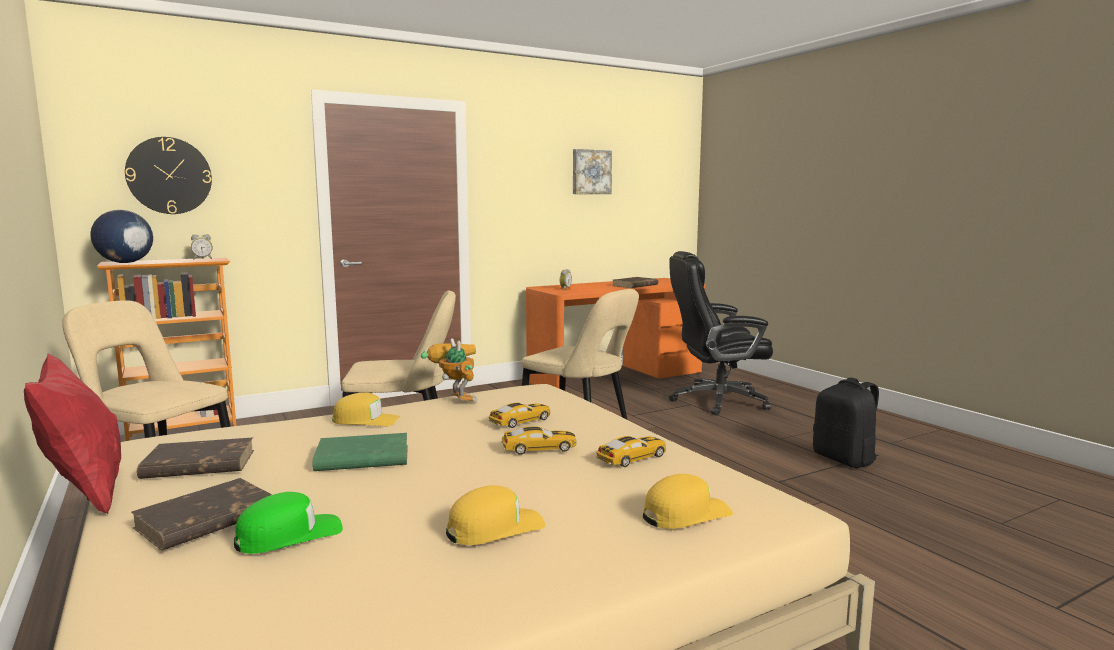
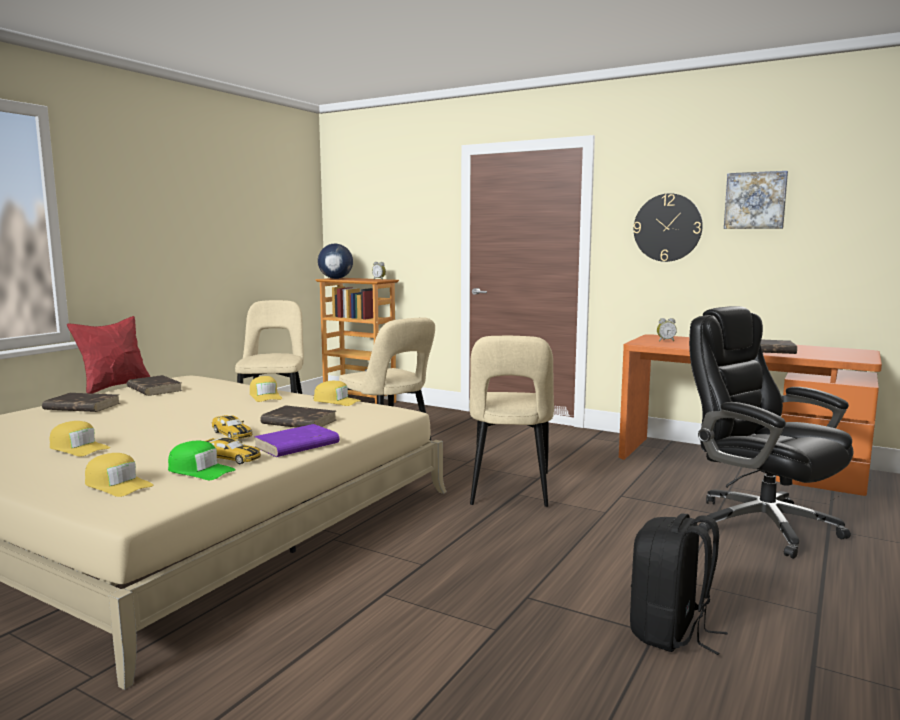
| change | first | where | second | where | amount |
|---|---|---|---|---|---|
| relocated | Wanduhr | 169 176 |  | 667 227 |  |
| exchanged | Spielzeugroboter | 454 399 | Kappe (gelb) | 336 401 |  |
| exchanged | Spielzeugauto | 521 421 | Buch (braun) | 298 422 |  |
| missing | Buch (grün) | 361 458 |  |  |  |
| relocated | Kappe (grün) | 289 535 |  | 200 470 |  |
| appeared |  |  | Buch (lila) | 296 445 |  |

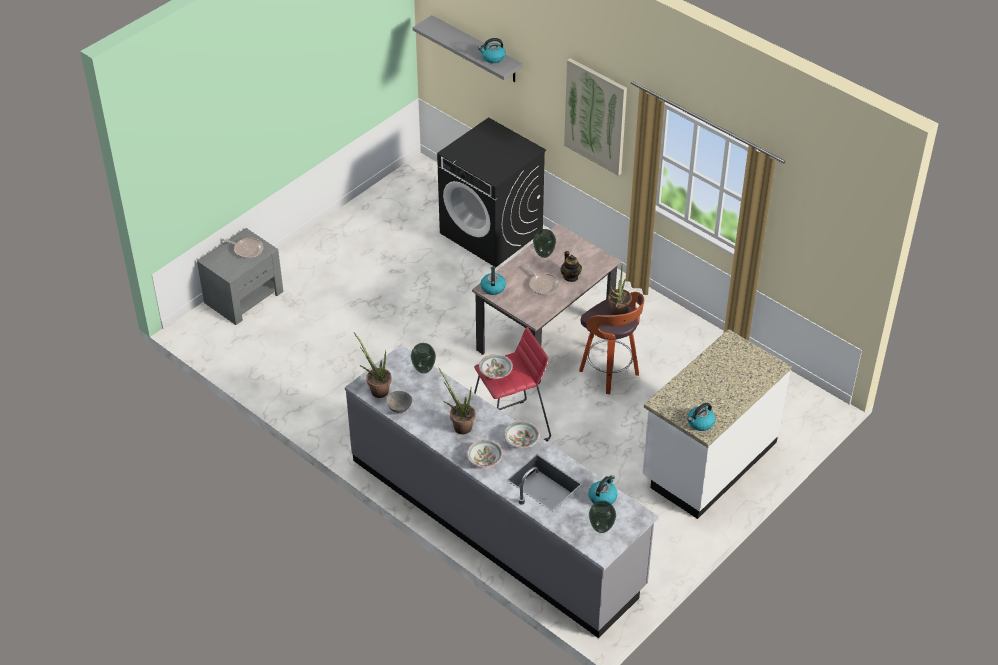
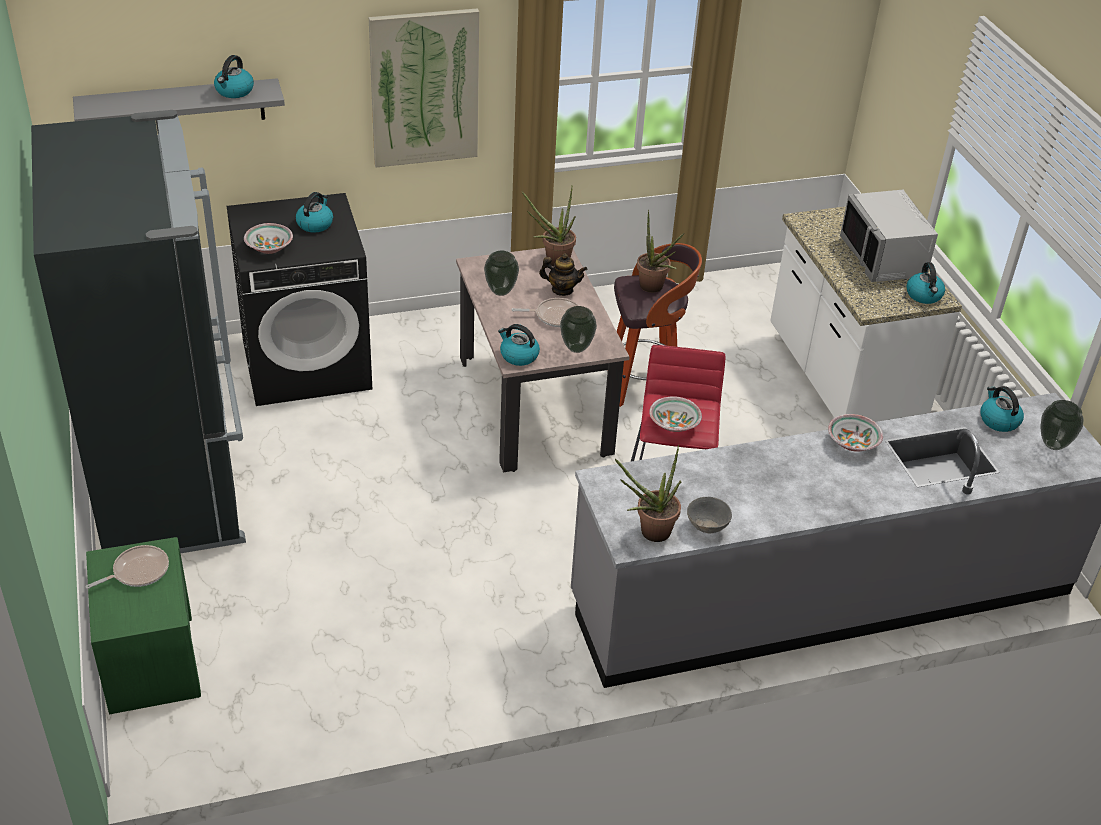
| change | first | where | second | where | amount |
|---|---|---|---|---|---|
| colour | Nachttisch (grau) | 244 296 | Nachttisch (grün) | 151 658 |  |
| relocated | Vase | 423 369 |  | 576 348 |  |
| relocated | Topfpflanze | 459 425 |  | 552 261 |  |
| relocated | Schüssel | 484 459 |  | 269 247 |  |
| appeared |  |  | Kühlschrank (schwarz) | 172 483 |  |
| appeared |  |  | Mikrowelle (grau) | 884 258 |  |
| appeared |  |  | Wasserkessel | 315 224 |  |

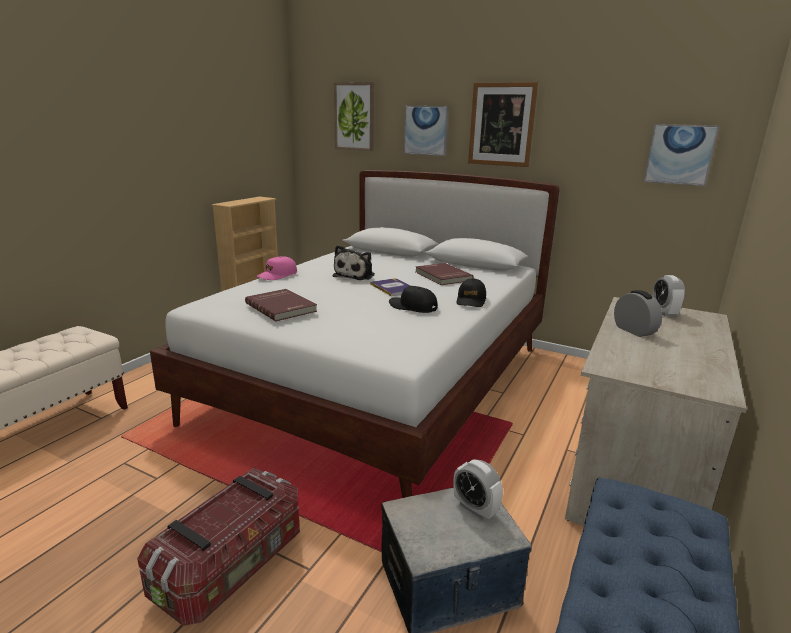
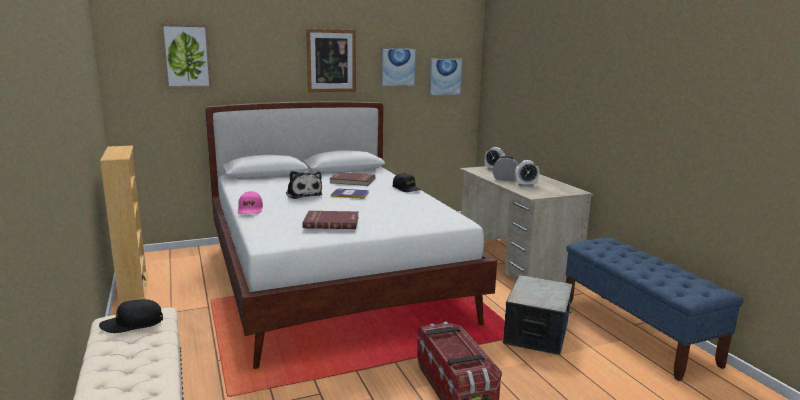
| change | first | where | second | where | amount |
|---|---|---|---|---|---|
| relocated | Bild | 426 130 |  | 398 67 |  |
| relocated | Kappe (schwarz) | 413 307 |  | 132 324 |  |
| relocated | Wecker | 475 508 |  | 525 185 |  |

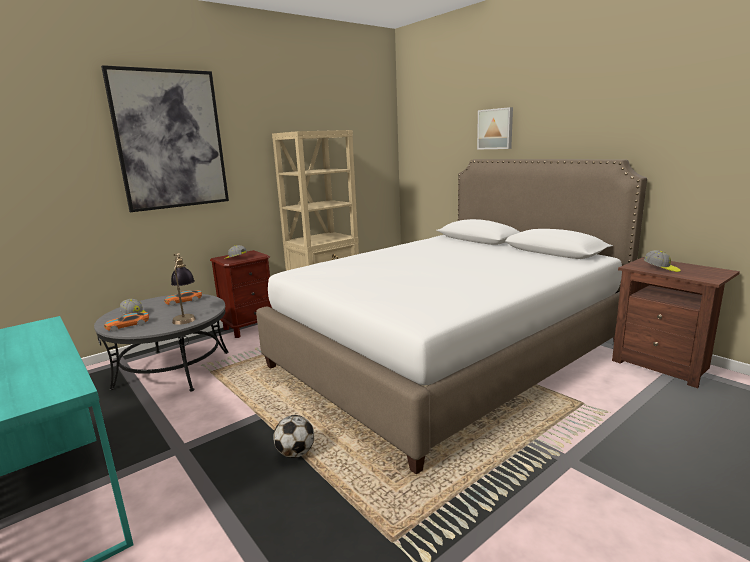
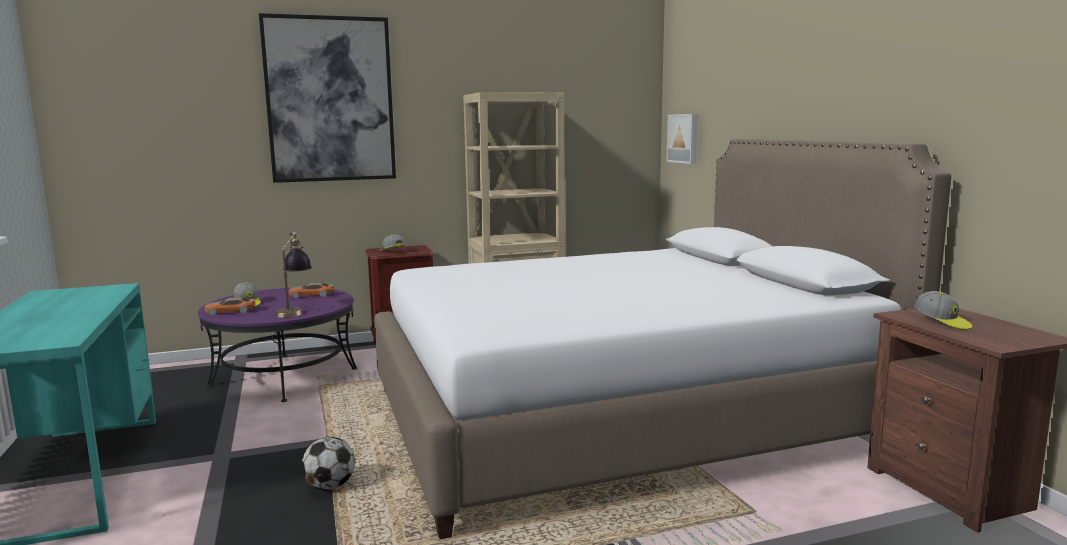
| change | first | where | second | where | amount |
|---|---|---|---|---|---|
| relocated | Bild | 495 129 |  | 684 138 |  |
| colour | Couchtisch (grau) | 173 369 | Couchtisch (lila) | 284 376 |  |

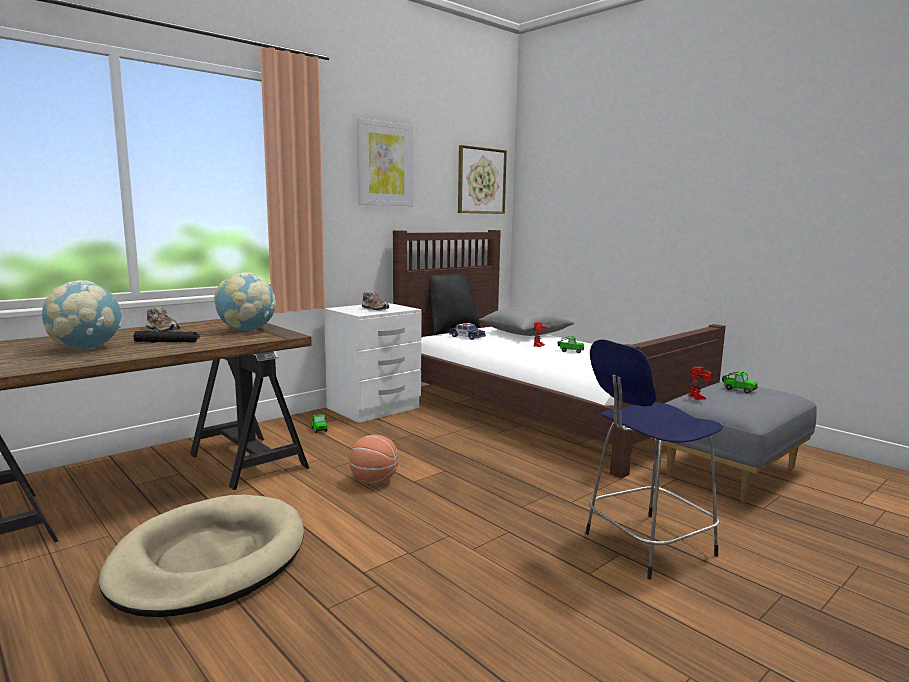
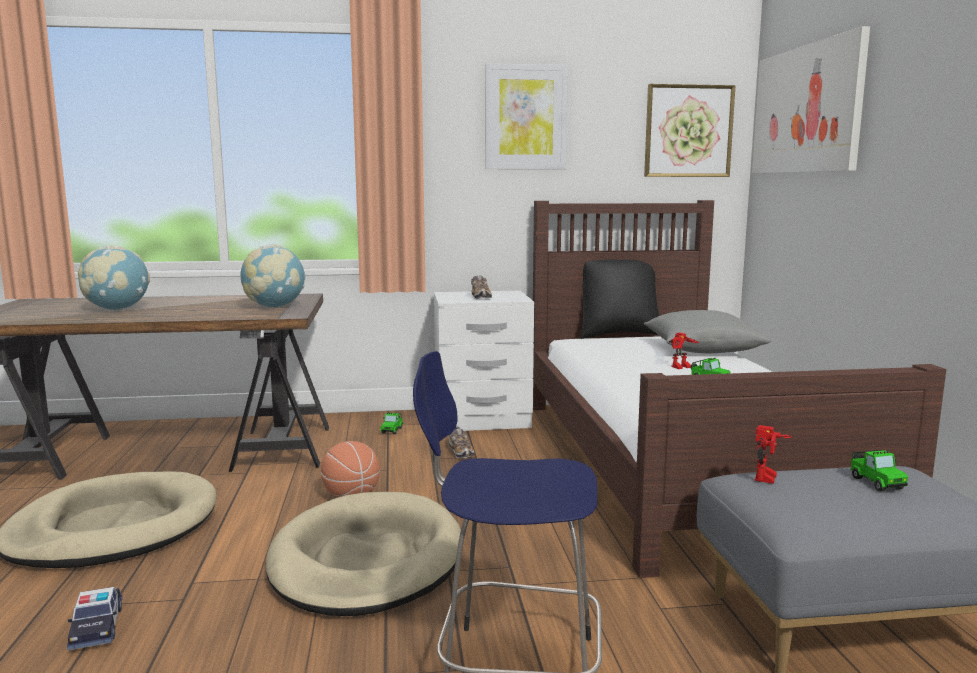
| change | first | where | second | where | amount |
|---|---|---|---|---|---|
| relocated | Schuh | 163 331 |  | 461 452 |  |
| relocated | Spielzeugauto | 467 337 |  | 97 627 |  |
| missing | Taschenlampe (schwarz) | 167 342 |  |  |  |
| appeared |  |  | Bild | 806 109 |  |
| appeared |  |  | Hundebett (beige) | 367 560 |  |

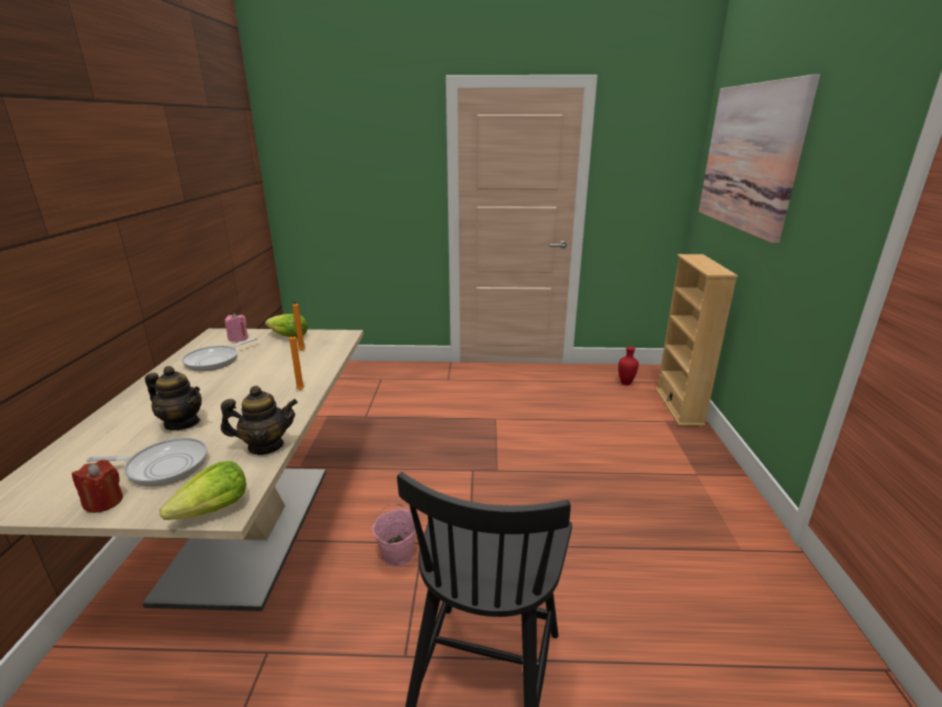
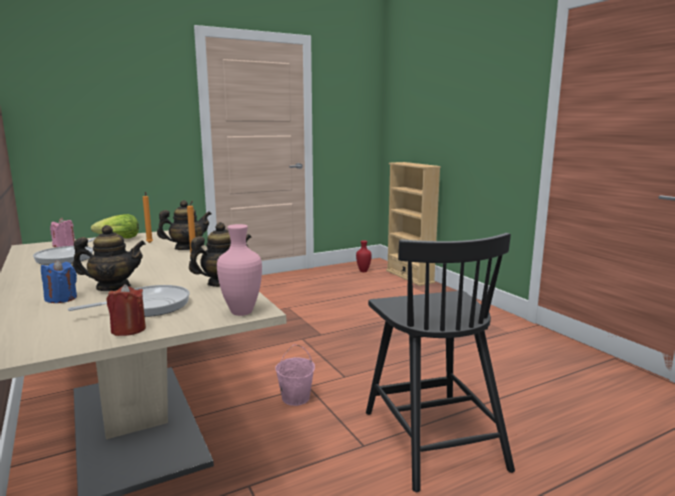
| change | first | where | second | where | amount |
|---|---|---|---|---|---|
| missing | Bild | 750 157 |  |  |  |
| exchanged | Salatkopf | 213 510 | Vase (rosa) | 243 312 |  |
| appeared |  |  | Teekanne | 186 248 |  |
| appeared |  |  | Kerze (blau) | 61 298 |  |

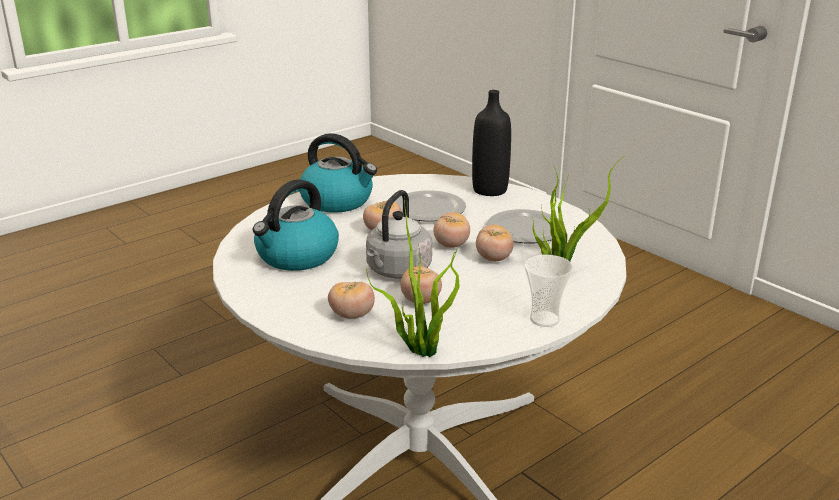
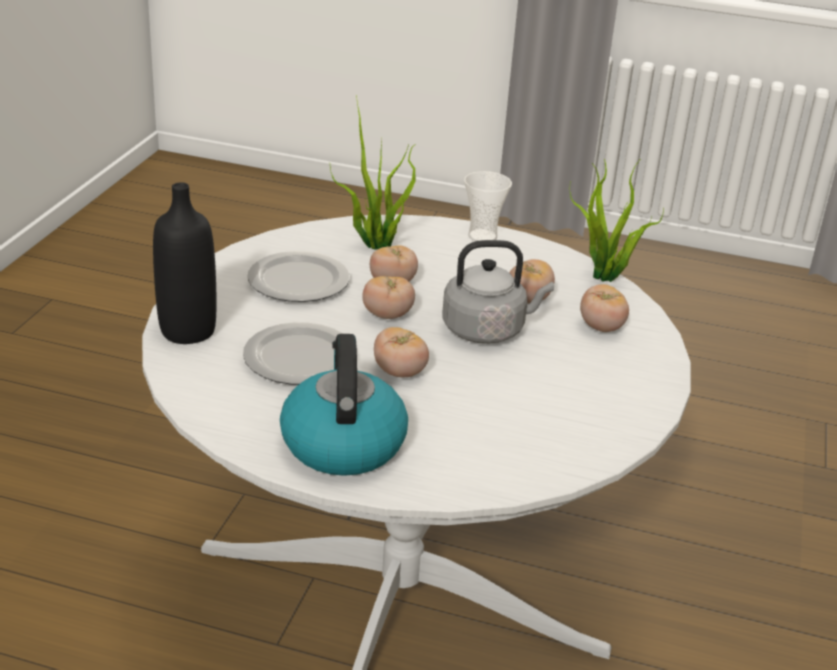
| change | first | where | second | where | amount |
|---|---|---|---|---|---|
| missing | Wasserkessel | 296 256 |  |  |  |

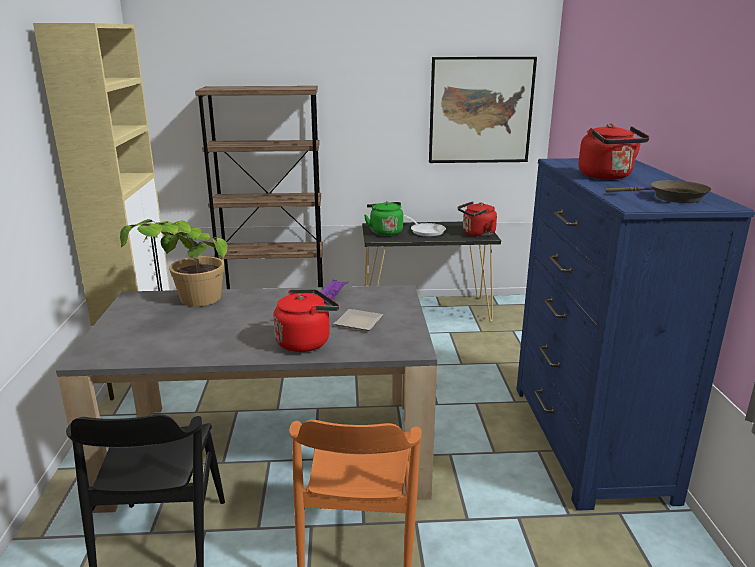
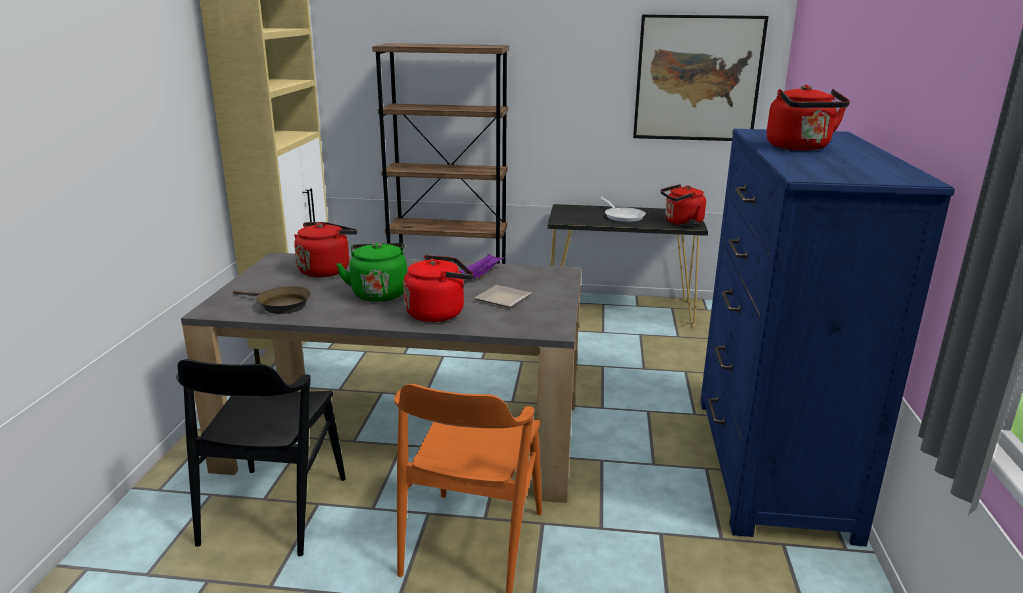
| change | first | where | second | where | amount |
|---|---|---|---|---|---|
| relocated | Pfanne (braun) | 672 198 |  | 280 305 |  |
| relocated | Wasserkessel (grün) | 385 232 |  | 379 293 |  |
| exchanged | Topfpflanze | 184 306 | Wasserkessel (rot) | 326 270 |  |

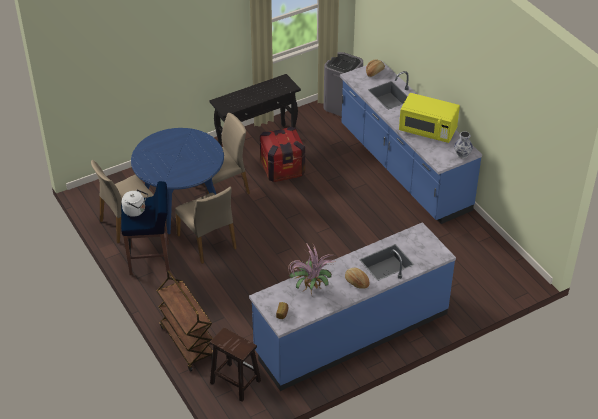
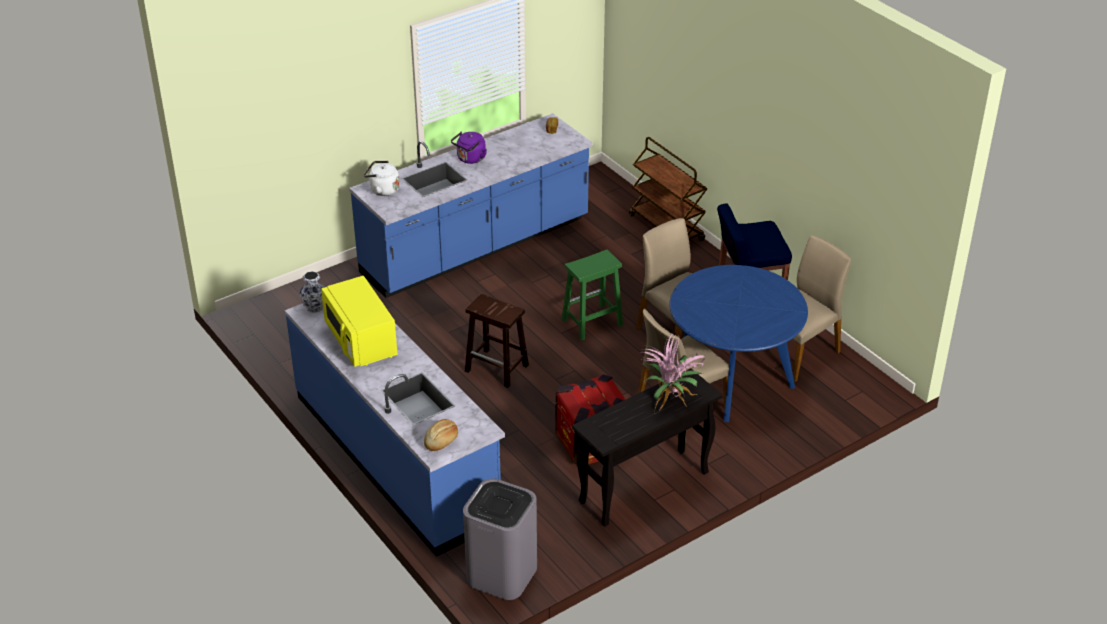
| change | first | where | second | where | amount |
|---|---|---|---|---|---|
| spun | Mikrowelle (gelb) | 428 130 |  | 361 341 | 135 degrees counterclockwise |
| relocated | Wasserkessel (weiß) | 136 211 |  | 382 190 |  |
| relocated | Topfpflanze | 310 288 |  | 671 399 |  |
| exchanged | Brot | 356 282 | Wasserkessel (lila) | 470 159 |  |
| relocated | Hocker (braun) | 234 382 |  | 497 368 |  |
| appeared |  |  | Hocker (grün) | 591 323 |  |

